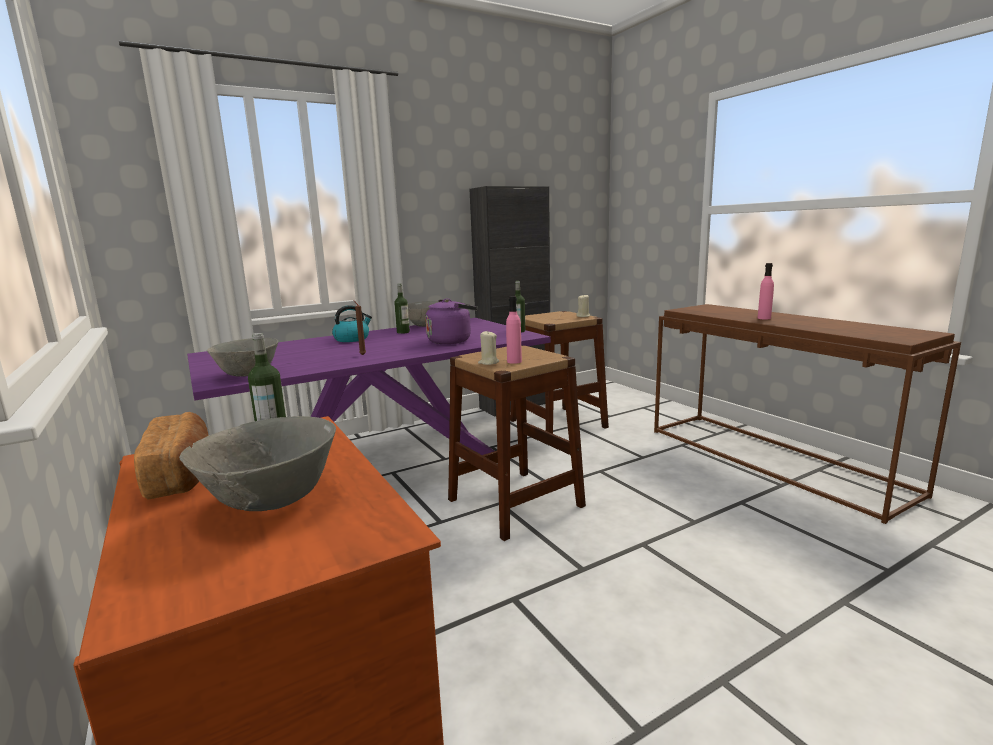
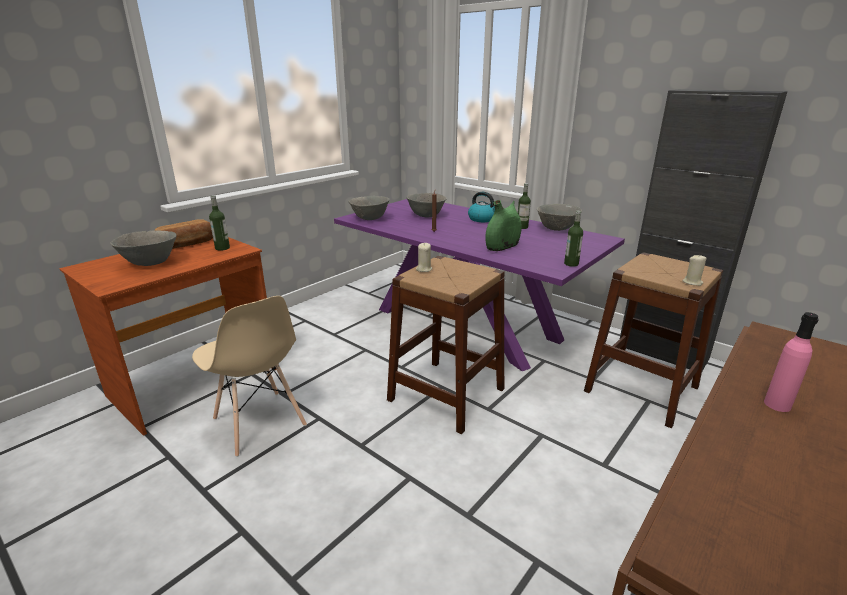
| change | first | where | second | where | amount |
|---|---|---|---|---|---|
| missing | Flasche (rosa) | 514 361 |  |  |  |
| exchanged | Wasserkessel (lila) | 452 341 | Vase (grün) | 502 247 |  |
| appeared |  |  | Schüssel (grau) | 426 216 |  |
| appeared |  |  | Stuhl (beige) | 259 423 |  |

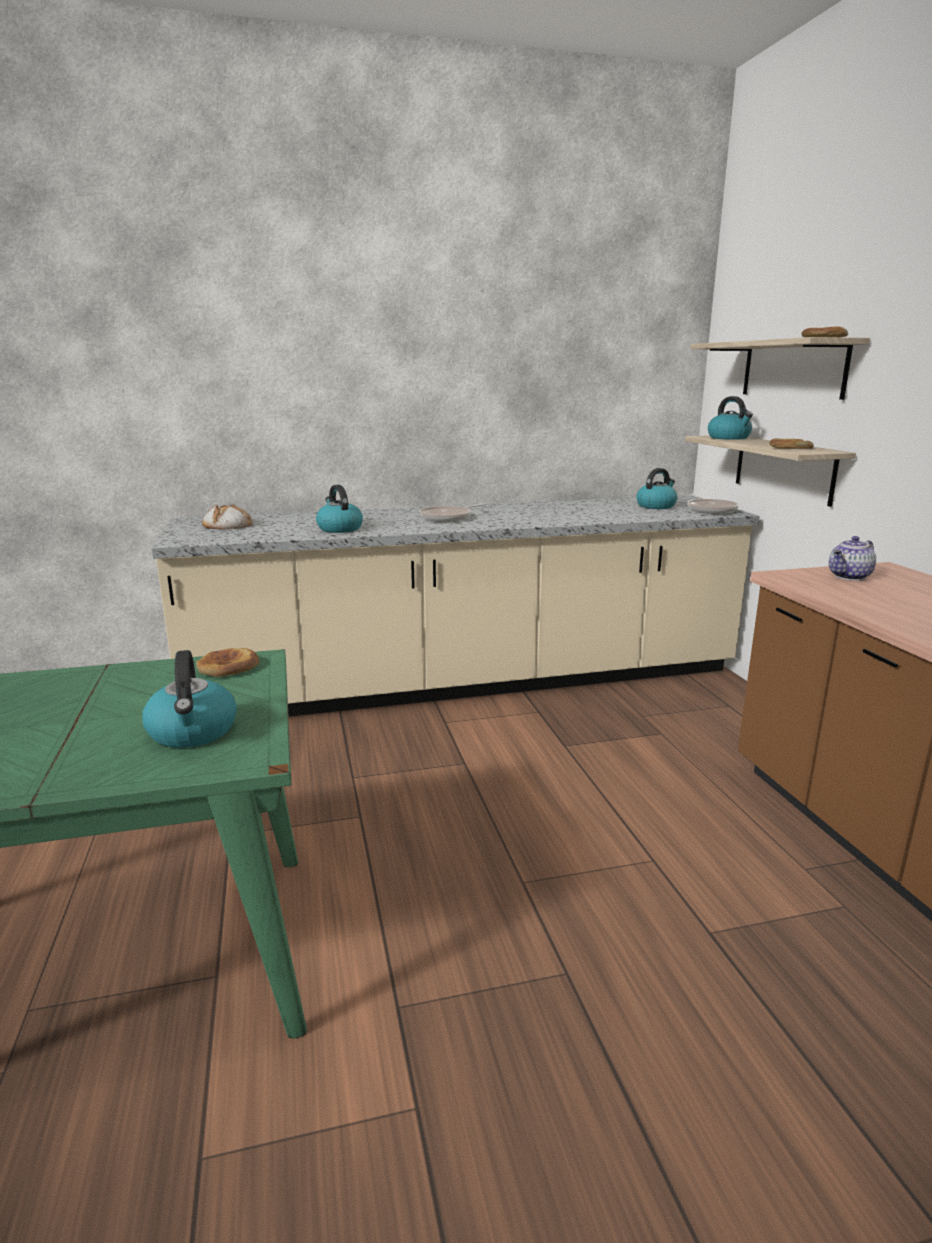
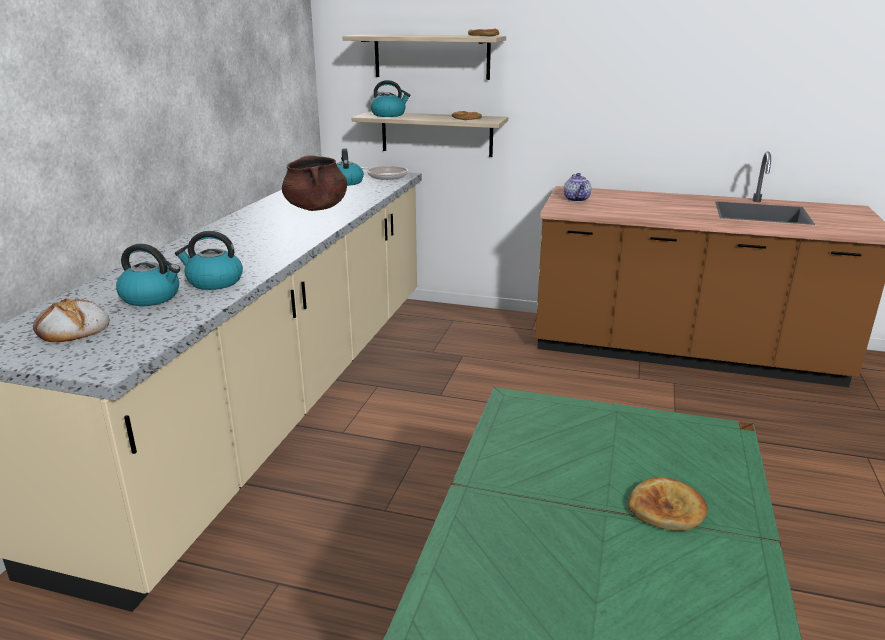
| change | first | where | second | where | amount |
|---|---|---|---|---|---|
| missing | Pfanne | 448 518 |  |  |  |
| relocated | Brot | 228 667 |  | 666 509 |  |
| relocated | Wasserkessel | 193 732 |  | 152 297 |  |
| appeared |  |  | Kochtopf (braun) | 316 208 |  |

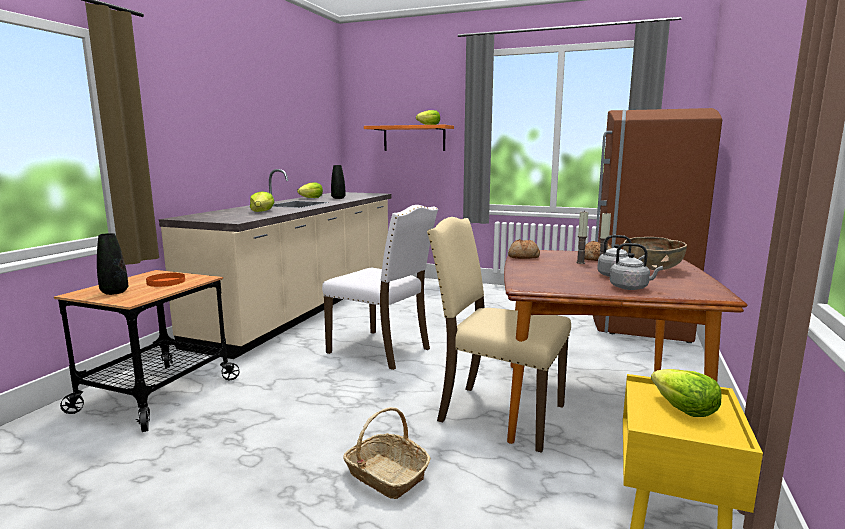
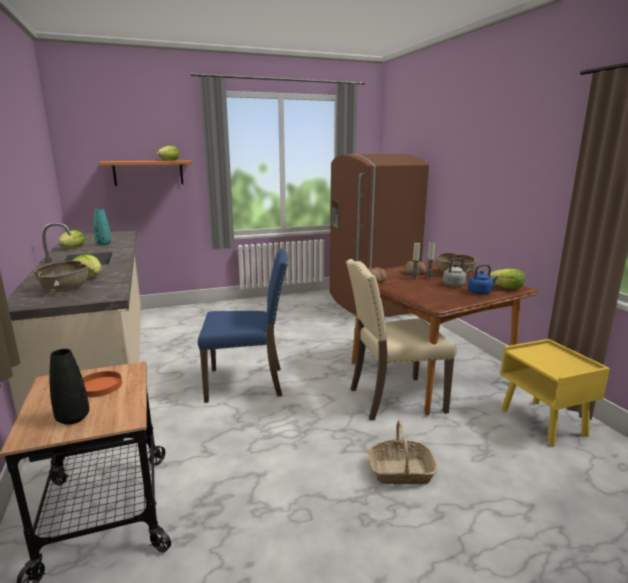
| change | first | where | second | where | amount |
|---|---|---|---|---|---|
| colour | Vase (schwarz) | 338 198 | Vase (türkis) | 104 244 |  |
| colour | Stuhl (weiß) | 382 350 | Stuhl (blau) | 247 383 |  |
| colour | Wasserkessel (grau) | 631 288 | Wasserkessel (blau) | 480 292 |  |
| relocated | Salatkopf | 684 409 |  | 506 288 |  |
| appeared |  |  | Schüssel (braun) | 65 289 |  |

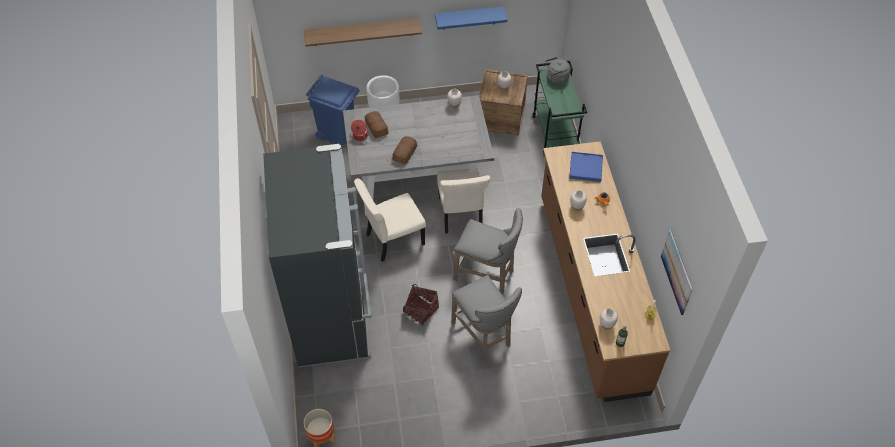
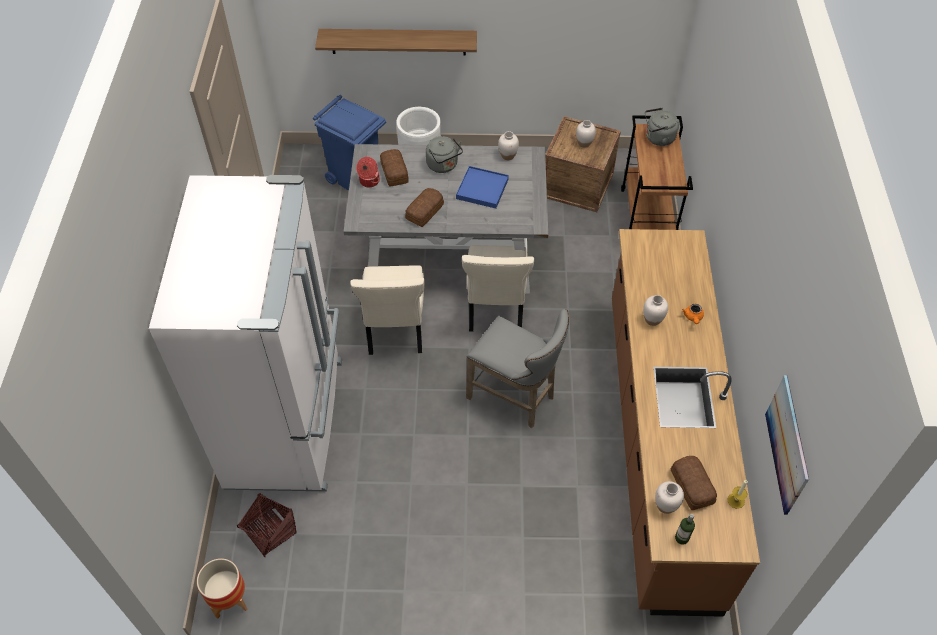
| change | first | where | second | where | amount |
|---|---|---|---|---|---|
| missing | Wandregal (blau) | 469 18 |  |  |  |
| colour | Rollwagen (grün) | 555 134 | Rollwagen (braun) | 647 217 |  |
| colour | Kühlschrank (schwarz) | 332 314 | Kühlschrank (weiß) | 288 421 |  |
| relocated | Tablett (blau) | 585 168 |  | 482 189 |  |
| spun | Stuhl (beige) | 392 240 |  | 395 330 | 75 degrees counterclockwise |
| missing | Hocker (grau) | 484 336 |  |  |  |
| relocated | Korb | 421 310 |  | 270 531 |  |
| appeared |  |  | Wasserkessel (grau) | 443 165 |  |
| appeared |  |  | Brot | 691 487 |  |

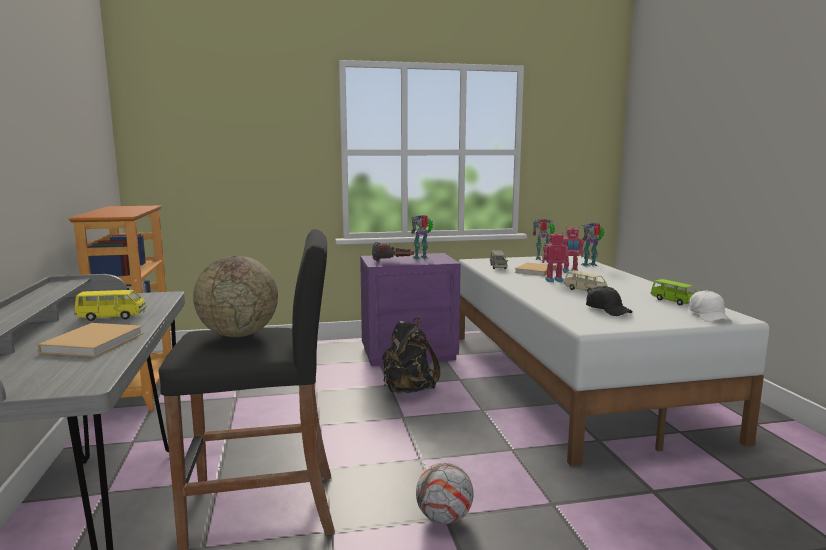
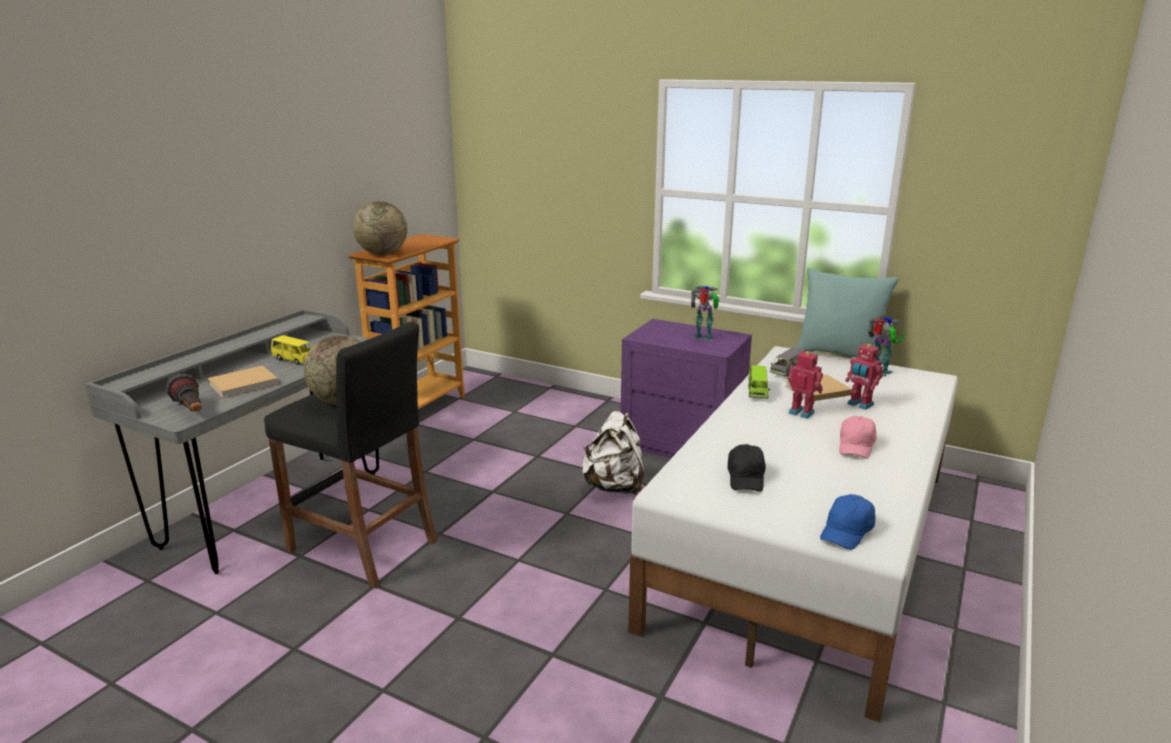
| change | first | where | second | where | amount |
|---|---|---|---|---|---|
| missing | Spielzeugroboter | 590 265 |  |  |  |
| relocated | Taschenlampe | 393 261 |  | 191 411 |  |
| missing | Spielzeugauto (beige) | 585 290 |  |  |  |
| relocated | Spielzeugauto (grün) | 674 301 |  | 757 392 |  |
| colour | Kappe (weiß) | 709 316 | Kappe (blau) | 847 532 |  |
| colour | Rucksack (schwarz) | 408 390 | Rucksack (weiß) | 614 487 |  |
| missing | Fußball | 444 518 |  |  |  |
| appeared |  |  | Globus | 382 254 |  |
| appeared |  |  | Kissen (türkis) | 840 354 |  |
| appeared |  |  | Kappe (rosa) | 856 446 |  |

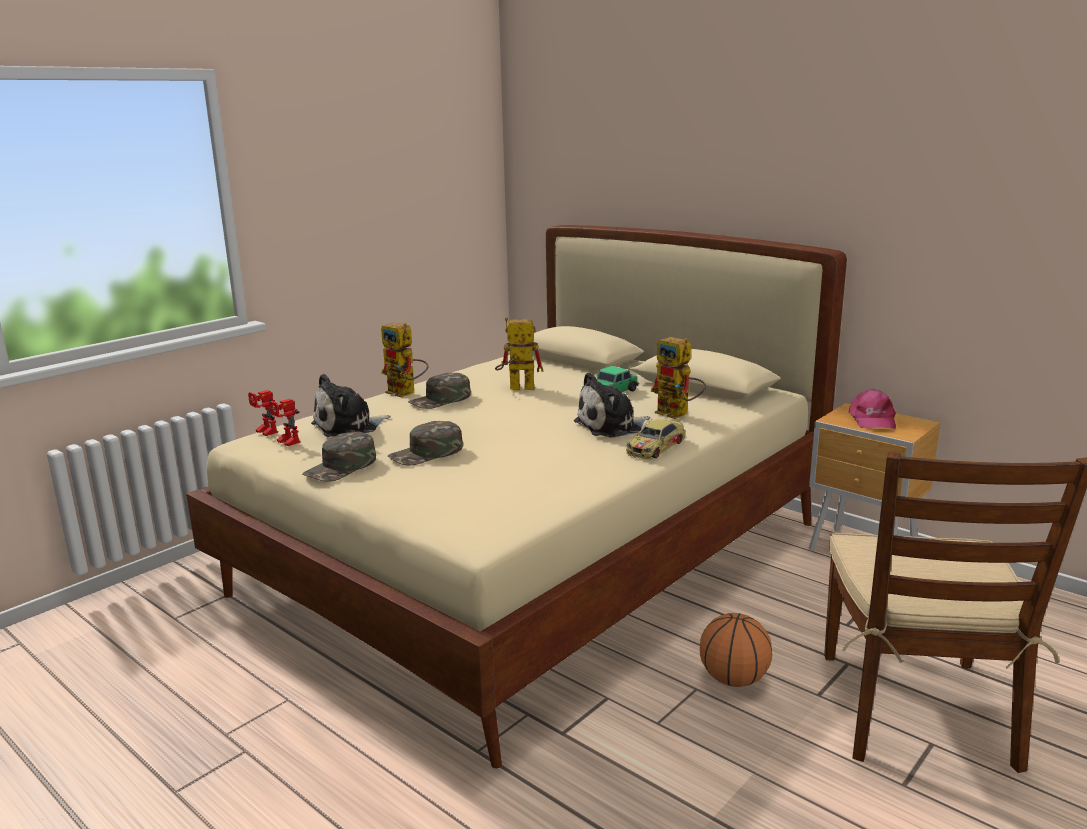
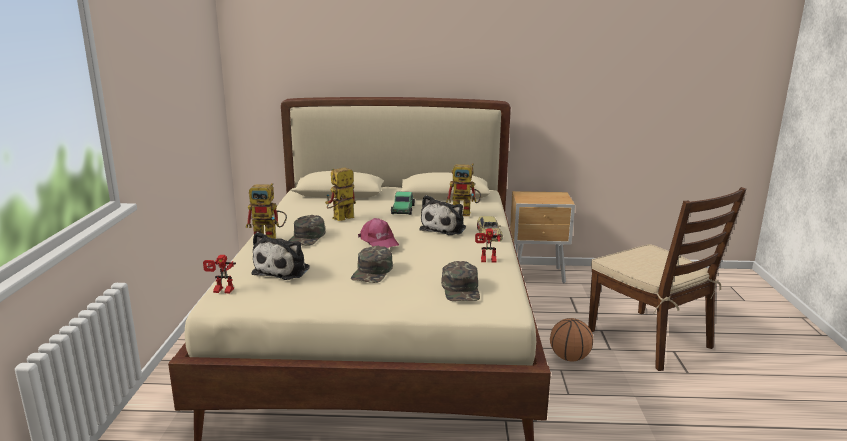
| change | first | where | second | where | amount |
|---|---|---|---|---|---|
| relocated | Kappe (rosa) | 872 420 |  | 378 241 |  |
| relocated | Spielzeugroboter | 285 442 |  | 487 261 |  |
| relocated | Kappe (grün) | 341 467 |  | 461 289 |  |

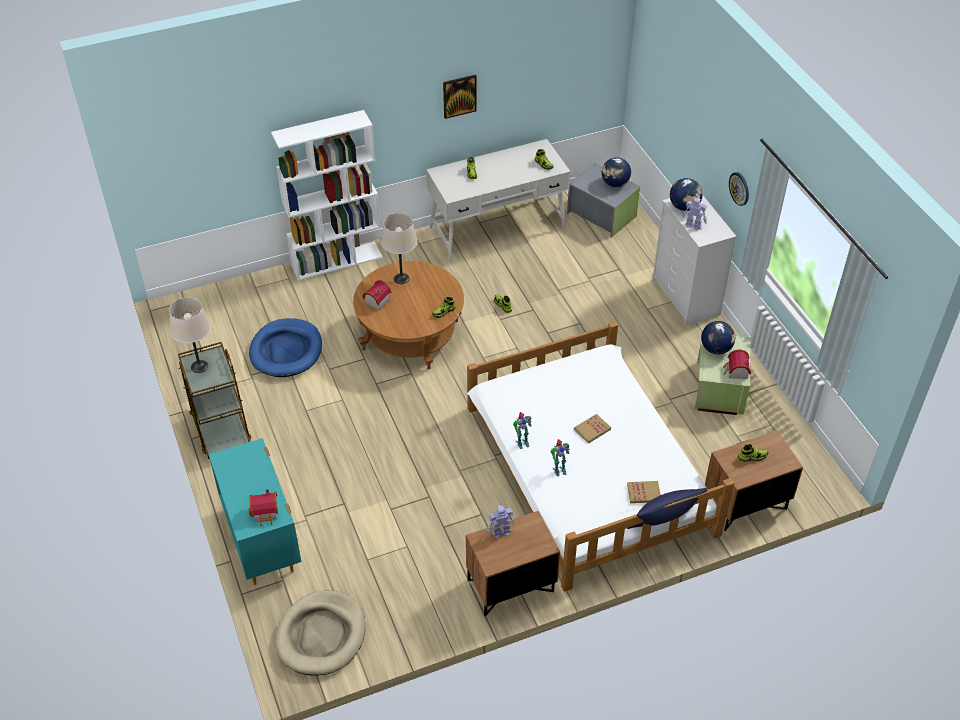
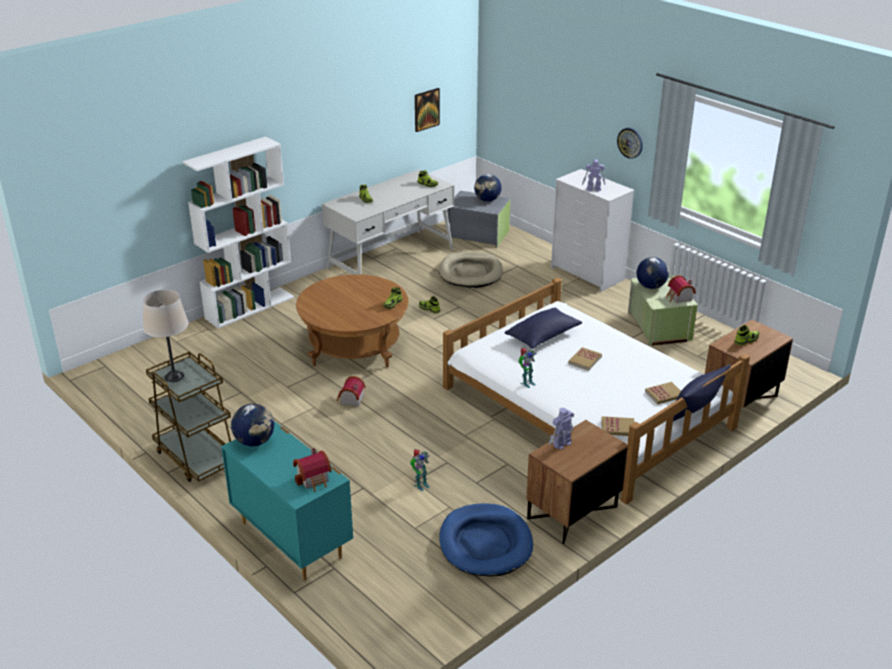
| change | first | where | second | where | amount |
|---|---|---|---|---|---|
| relocated | Bild | 459 96 |  | 426 109 |  |
| relocated | Globus | 684 207 |  | 255 441 |  |
| missing | Tischlampe (beige) | 401 278 |  |  |  |
| relocated | Spielzeughaus | 375 301 |  | 350 400 |  |
| relocated | Hundebett (blau) | 286 350 |  | 485 543 |  |
| relocated | Spielzeugroboter | 558 469 |  | 420 485 |  |
| relocated | Hundebett (beige) | 321 635 |  | 470 273 |  |
| appeared |  |  | Kissen (blau) | 543 336 |  |
| appeared |  |  | Buch | 618 428 |  |

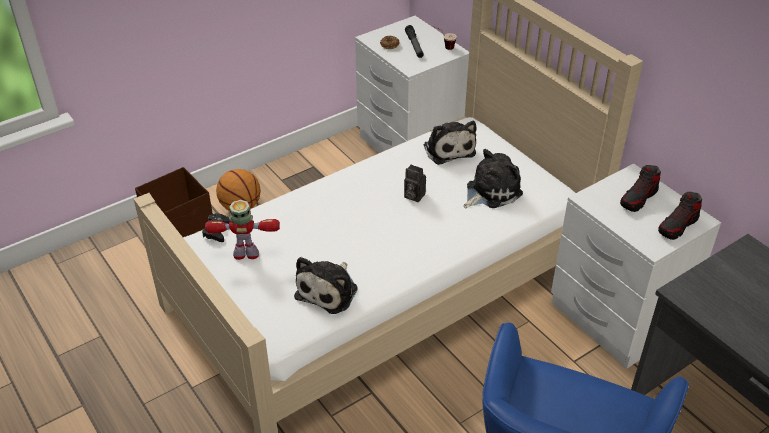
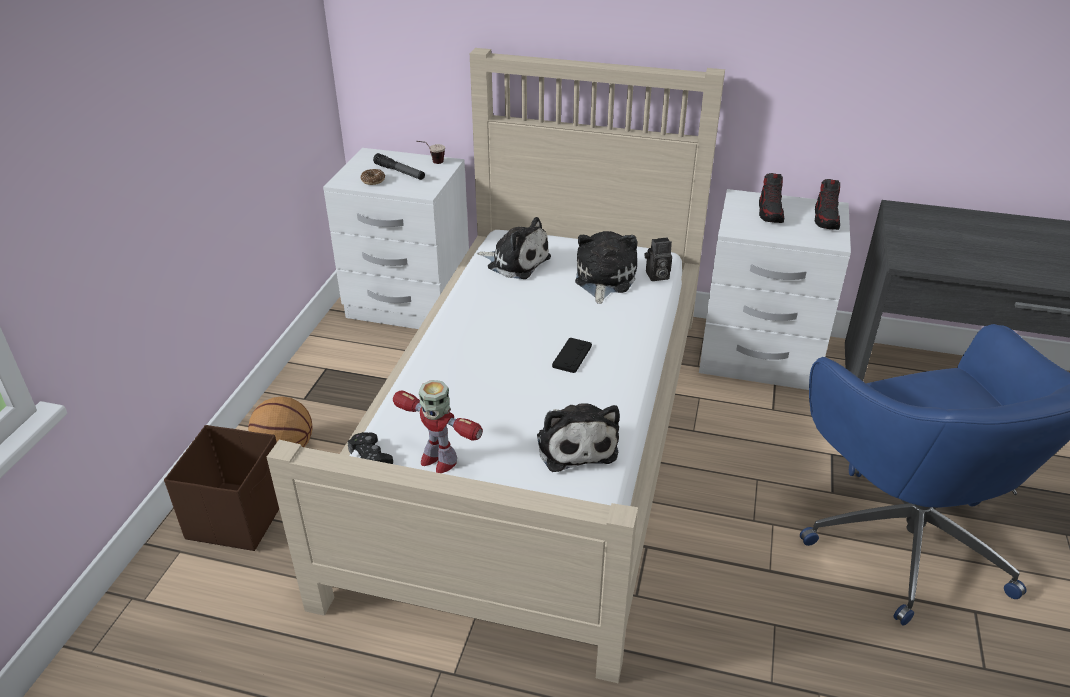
| change | first | where | second | where | amount |
|---|---|---|---|---|---|
| relocated | Kamera | 413 195 |  | 656 276 |  |
| spun | Spielzeugroboter | 247 254 |  | 438 460 | 105 degrees counterclockwise |
| appeared |  |  | Gamepad (schwarz) | 572 356 |  |

